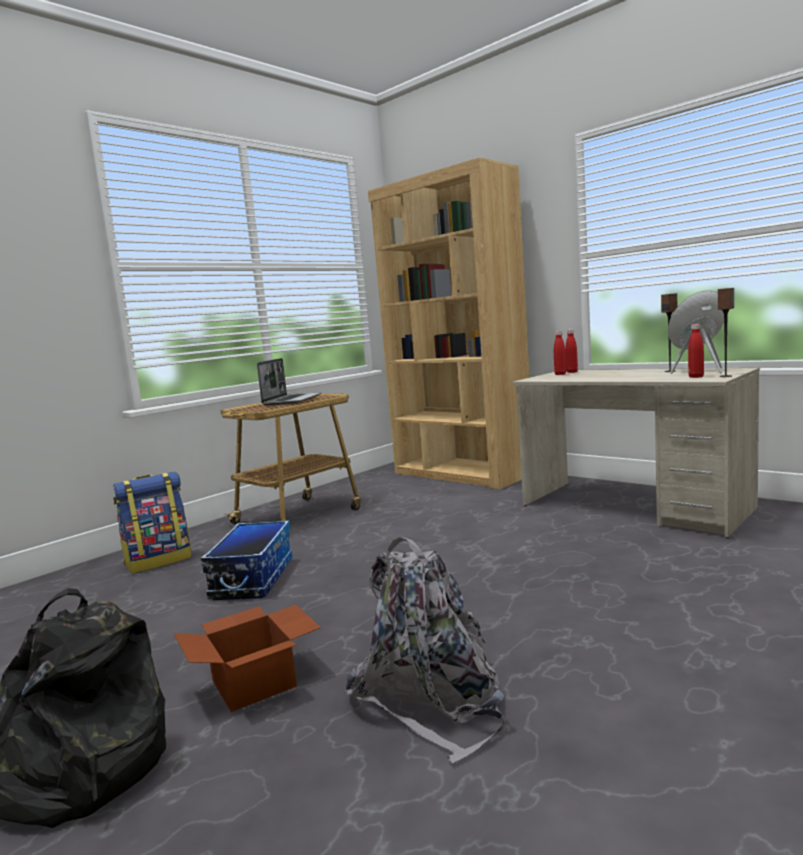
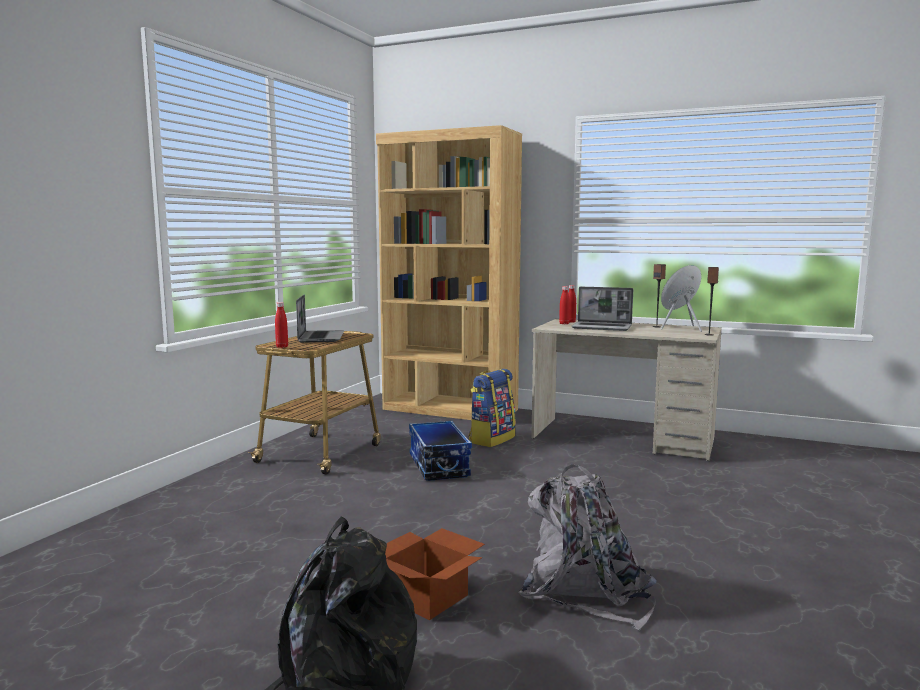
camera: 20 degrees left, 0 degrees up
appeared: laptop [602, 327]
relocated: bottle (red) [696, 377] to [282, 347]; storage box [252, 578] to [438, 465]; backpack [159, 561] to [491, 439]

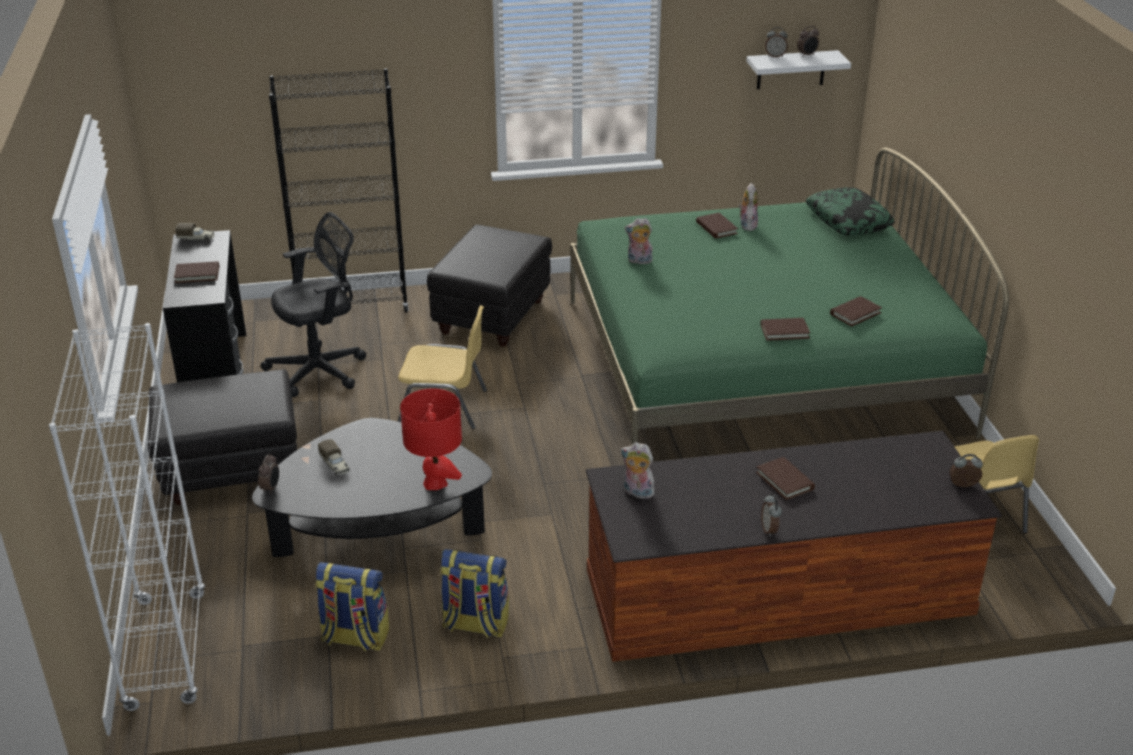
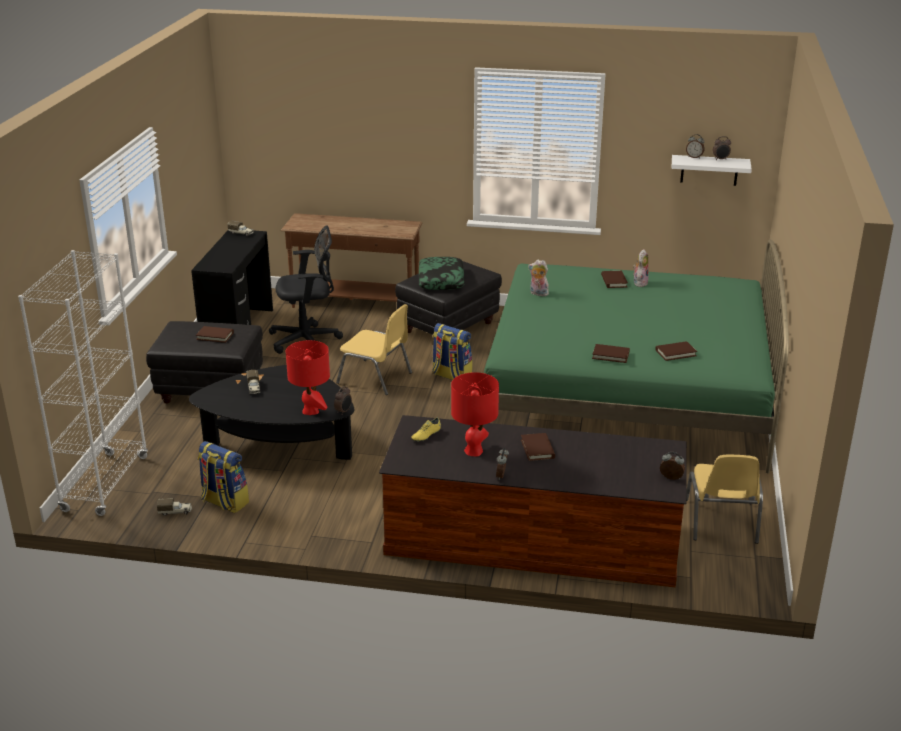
camera: 20 degrees right, 5 degrees down
appeared: toy truck [175, 512]; table lamp (red) [474, 451]
relocated: book (brown) [197, 274] to [215, 336]; alarm clock [271, 488] to [343, 411]; pillow [848, 220] to [441, 280]; backpack [475, 624] to [451, 376]
exchanged: bookcase (black) [353, 307] to console table (brown) [355, 305]; plush toy [637, 492] to shoe (yellow) [426, 435]

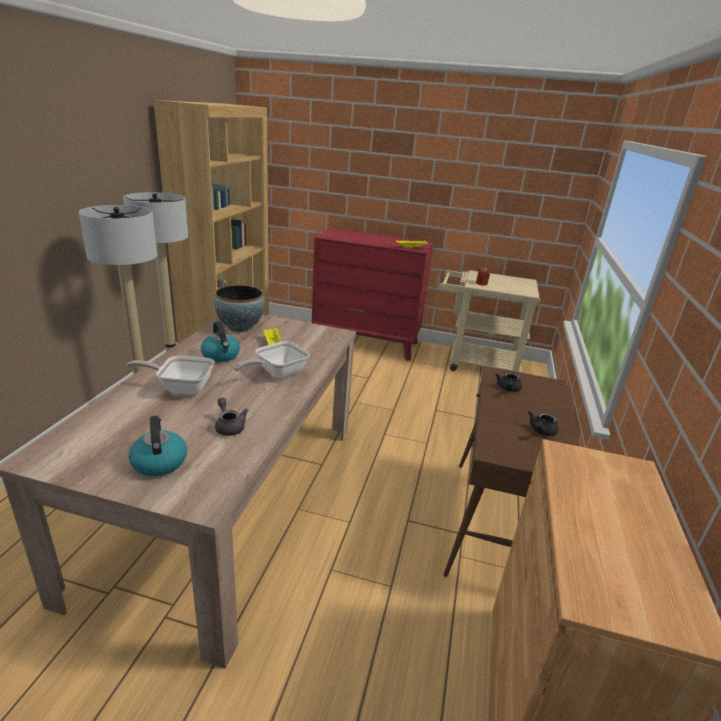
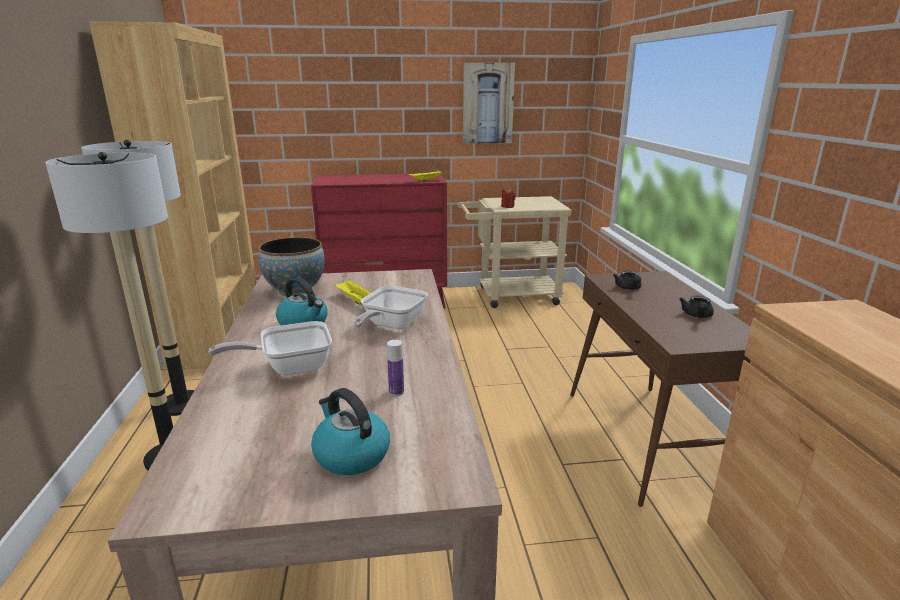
camera: 20 degrees left, 5 degrees down
appeared: picture [488, 103]
exchanged: teapot (grey) [229, 426] to bottle [396, 392]

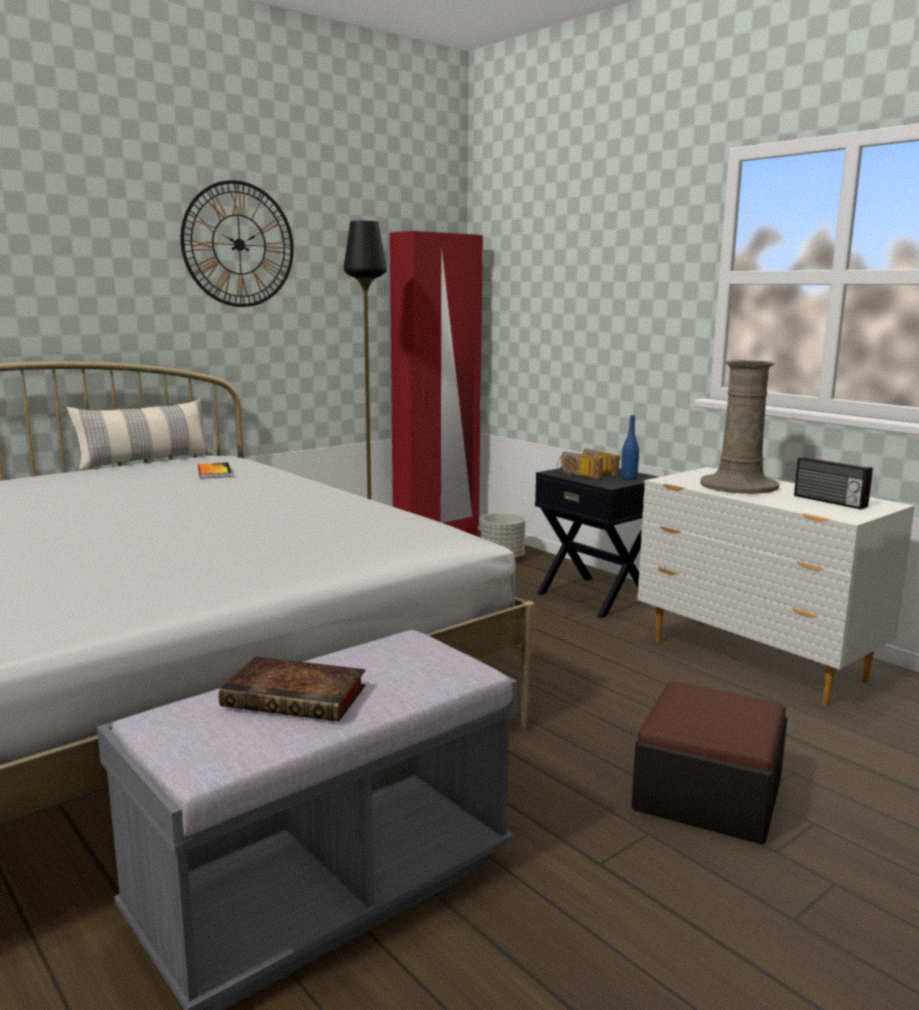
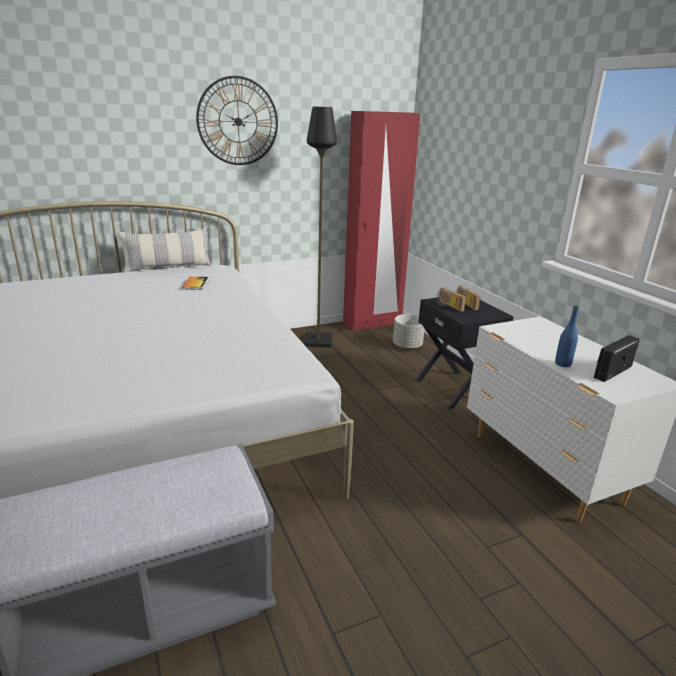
camera: 15 degrees right, 10 degrees up
missing: book [298, 697]; ottoman [708, 794]; vase (beige) [739, 486]
relocated: bottle (blue) [629, 478] to [562, 364]
spun: radio [829, 501] = [611, 371] 75 degrees clockwise

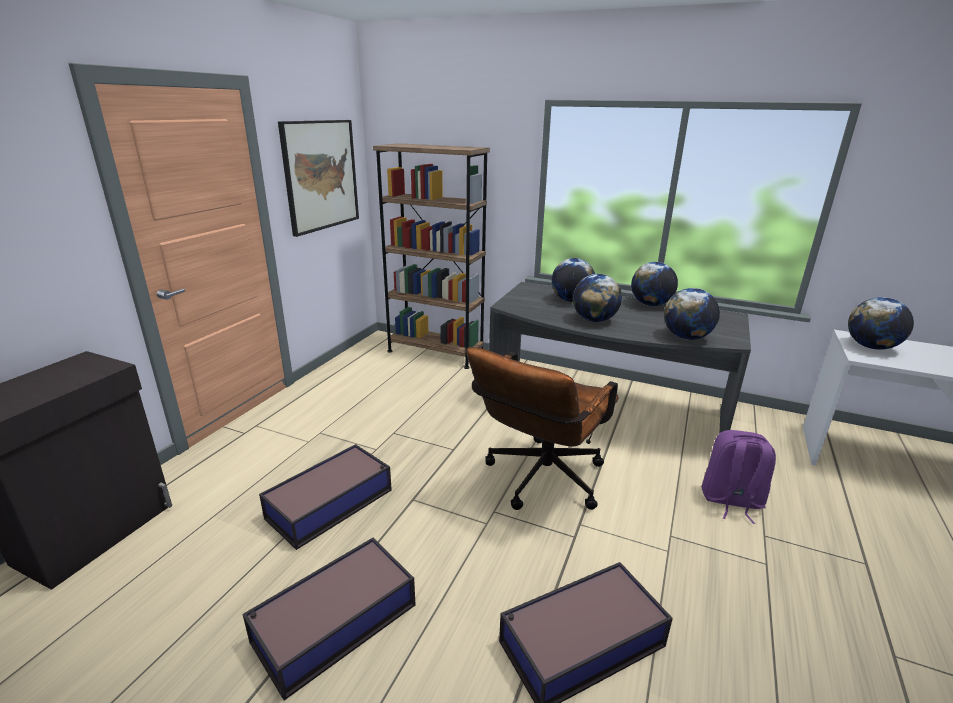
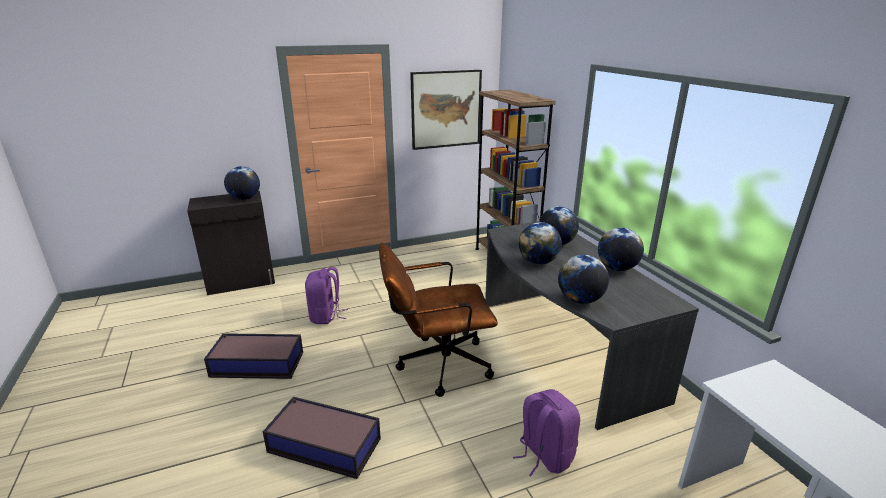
camera: 45 degrees right, 0 degrees up
relocated: globe [871, 347] to [244, 198]
exchanged: storage box [332, 503] to backpack (purple) [326, 316]

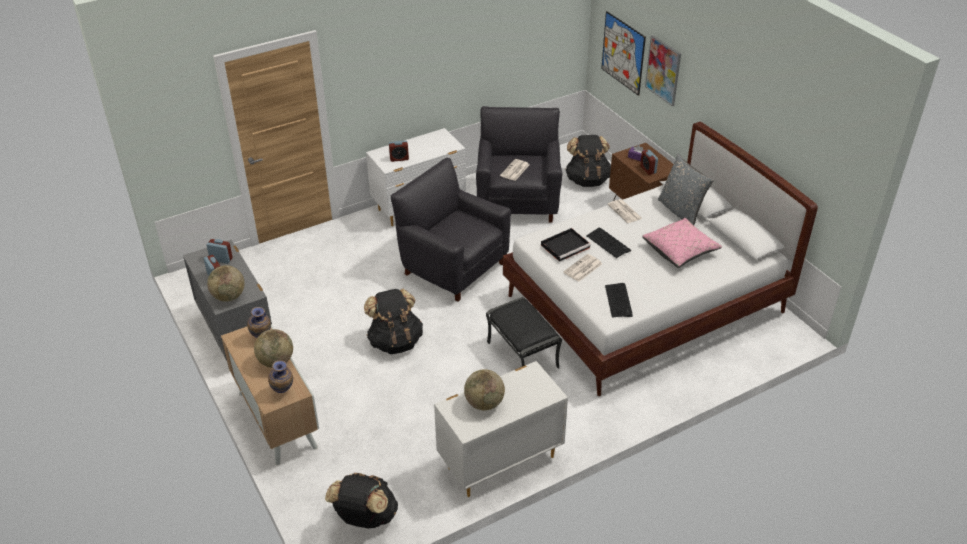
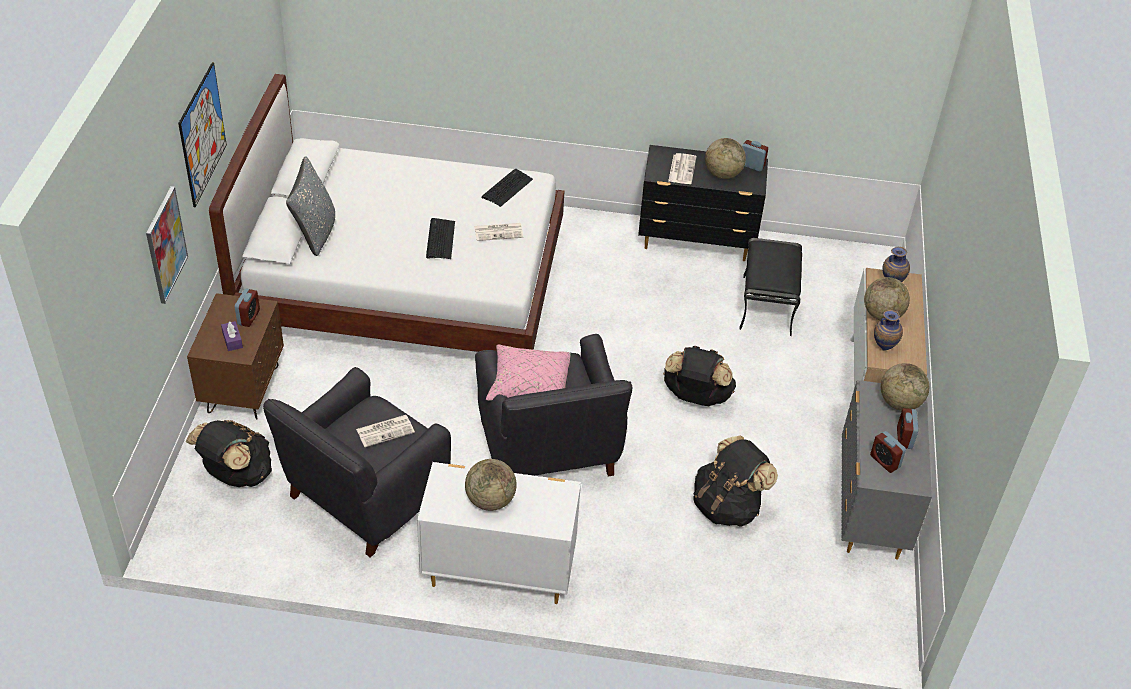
camera: 145 degrees left, 5 degrees up
missing: tray (black) [566, 246]
appeared: globe [490, 500]
relocated: picture [623, 53] to [202, 134]; pillow (pink) [680, 251] to [528, 387]; newspaper [625, 212] to [682, 169]; backpack (black) [365, 518] to [727, 506]; ottoman (black) [523, 355] to [766, 304]; alarm clock [399, 158] to [752, 165]
colour: dresser (white) [499, 462] to dresser (black) [697, 242]

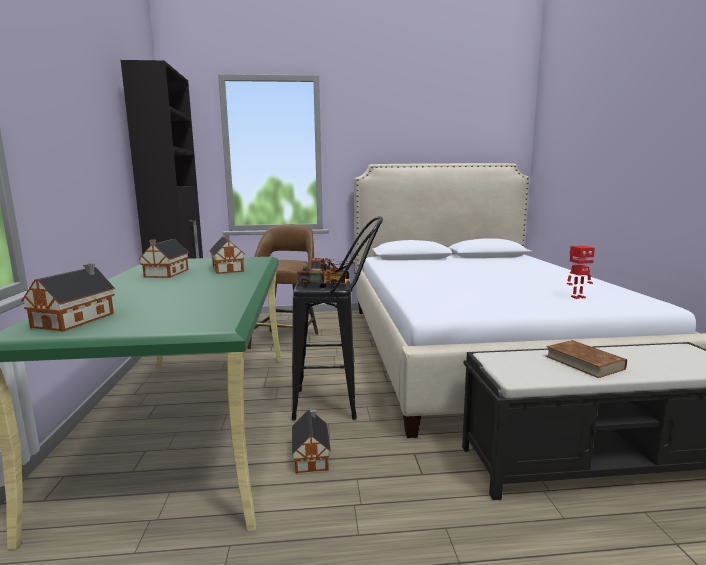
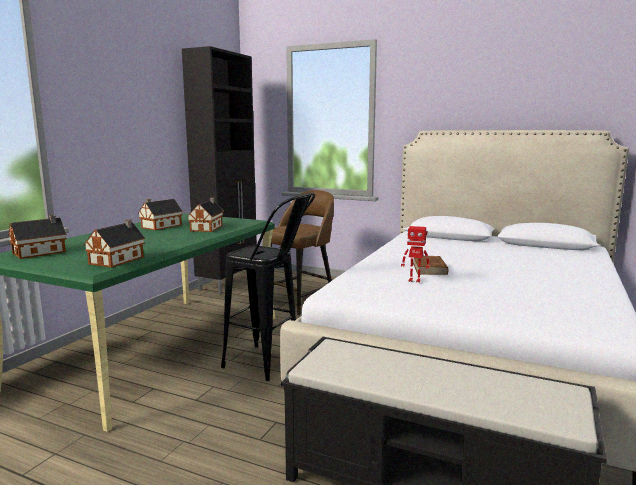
camera: 30 degrees right, 0 degrees up
missing: toy truck [327, 285]
relocated: toy house [311, 455] to [119, 260]; toy robot [577, 297] to [414, 280]; book (brown) [584, 362] to [429, 268]

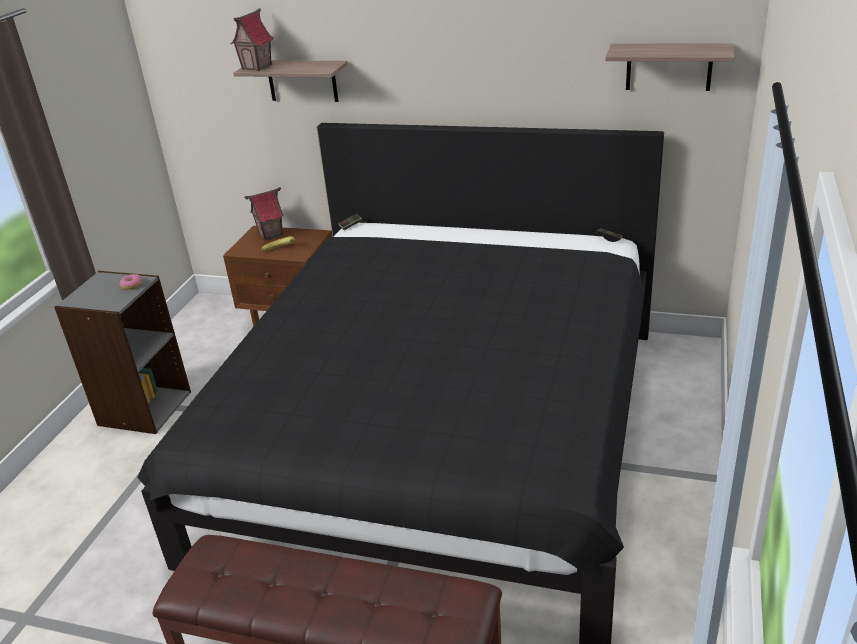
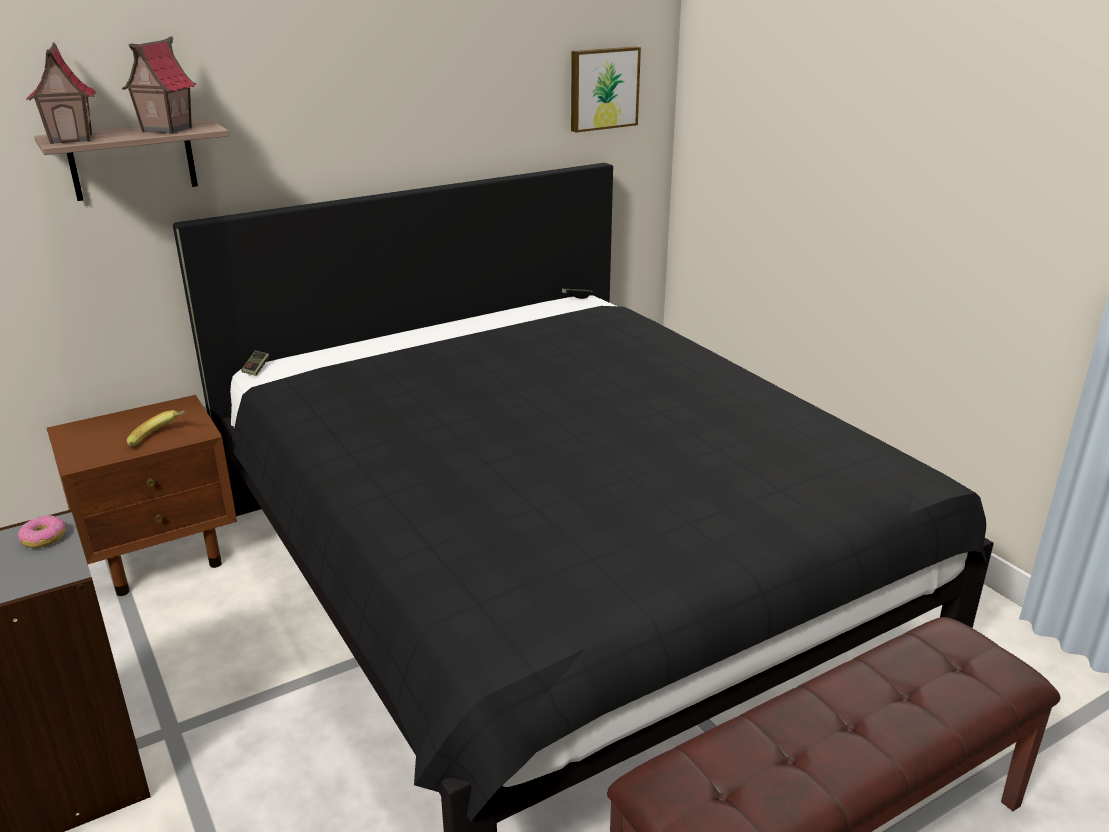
camera: 50 degrees left, 5 degrees down
relocated: toy house [270, 234] to [166, 129]
exchanged: shelf [669, 67] to picture [603, 88]

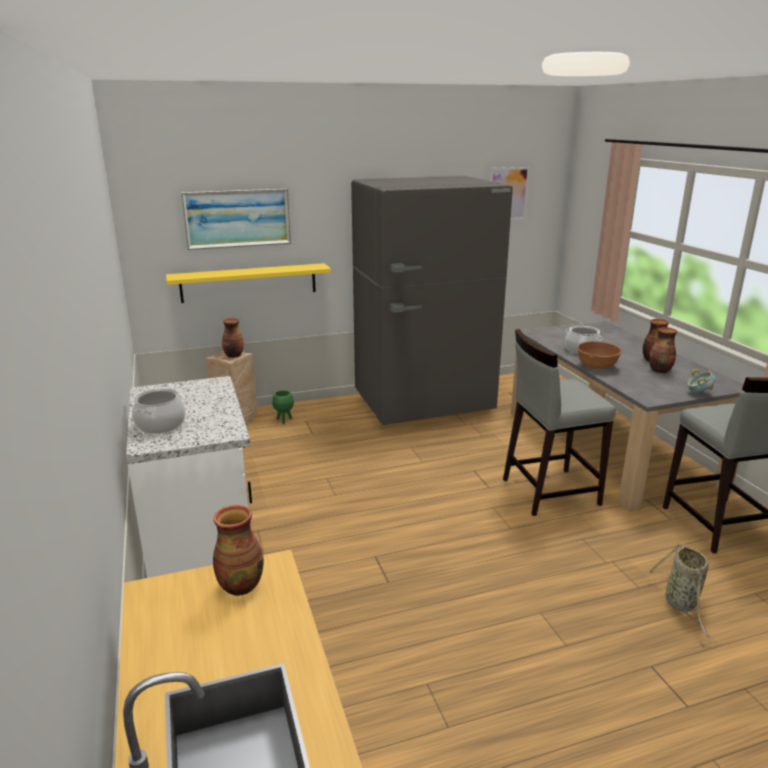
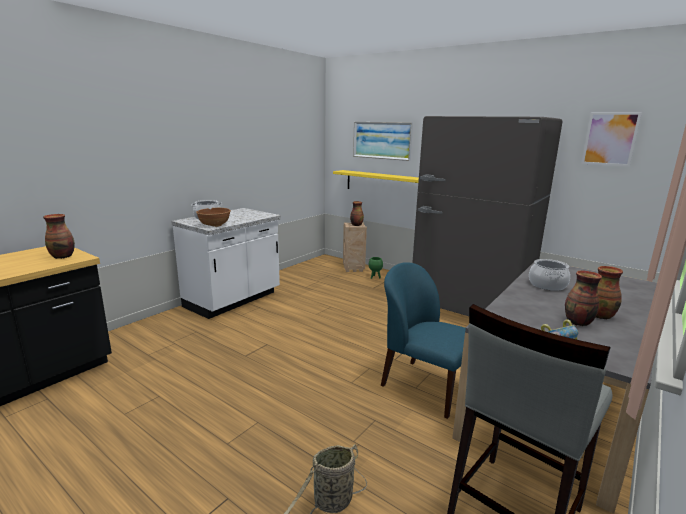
camera: 55 degrees right, 5 degrees down
relocated: bowl (brown) [597, 366] to [214, 225]
exchanged: stool (grey) [549, 491] to chair (blue) [426, 386]

